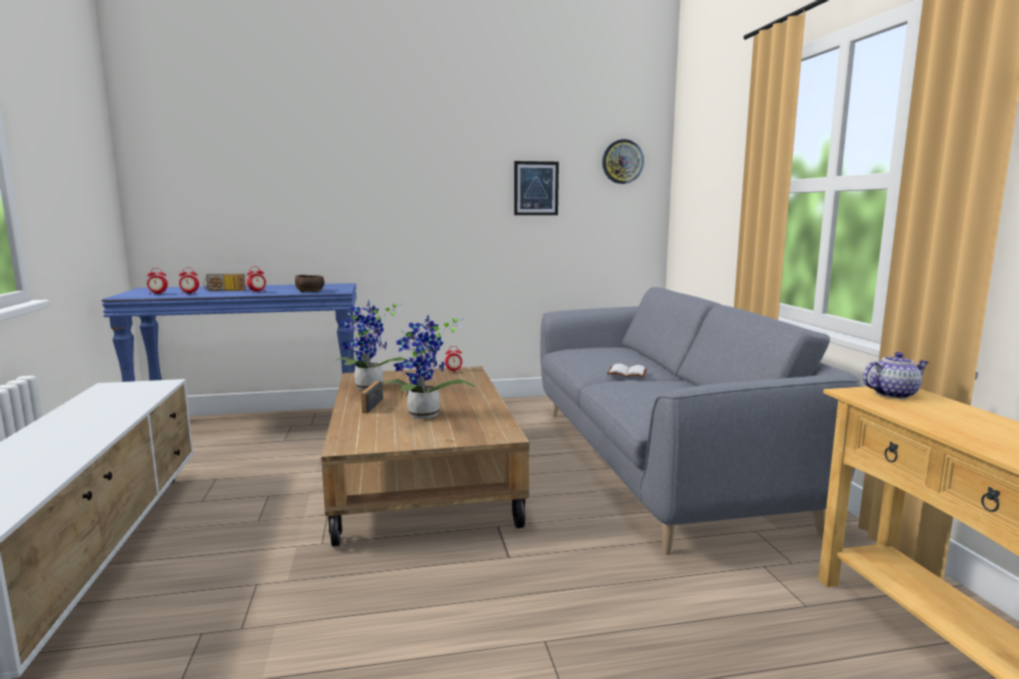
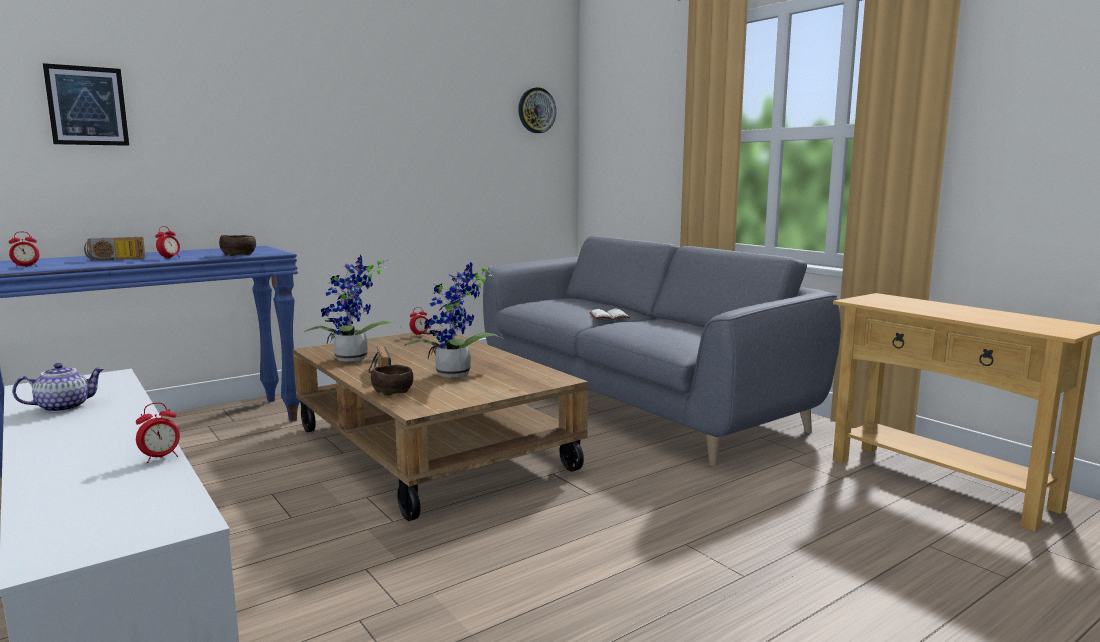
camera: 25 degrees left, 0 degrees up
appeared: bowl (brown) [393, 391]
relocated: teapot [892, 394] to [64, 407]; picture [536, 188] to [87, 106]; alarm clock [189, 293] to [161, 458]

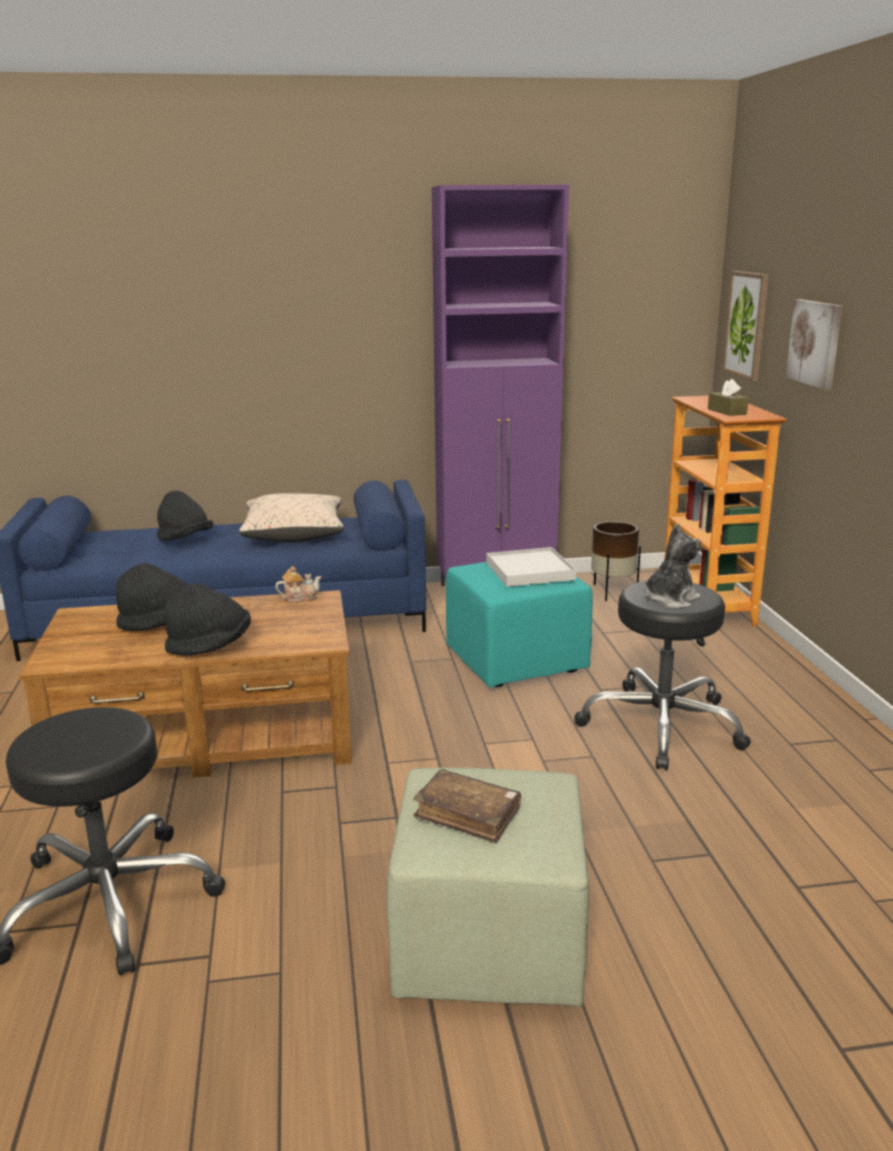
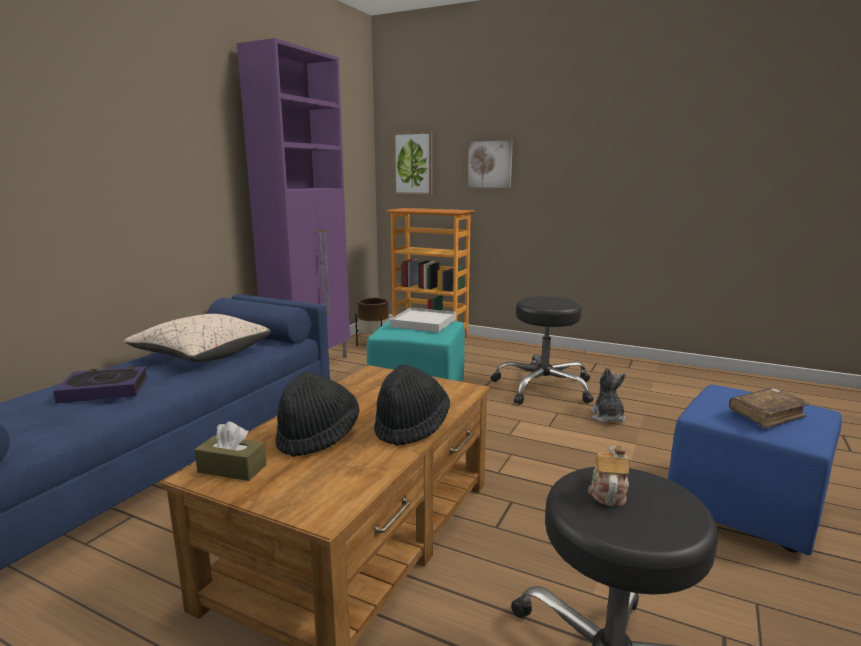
camera: 55 degrees left, 5 degrees down
relocated: tissue box (brown) [727, 411] to [232, 469]; teapot [299, 598] to [607, 492]; plush toy [669, 600] to [607, 417]
exchanged: hat (black) [185, 540] to book [105, 390]
colour: ottoman (green) [487, 942] to ottoman (blue) [742, 507]

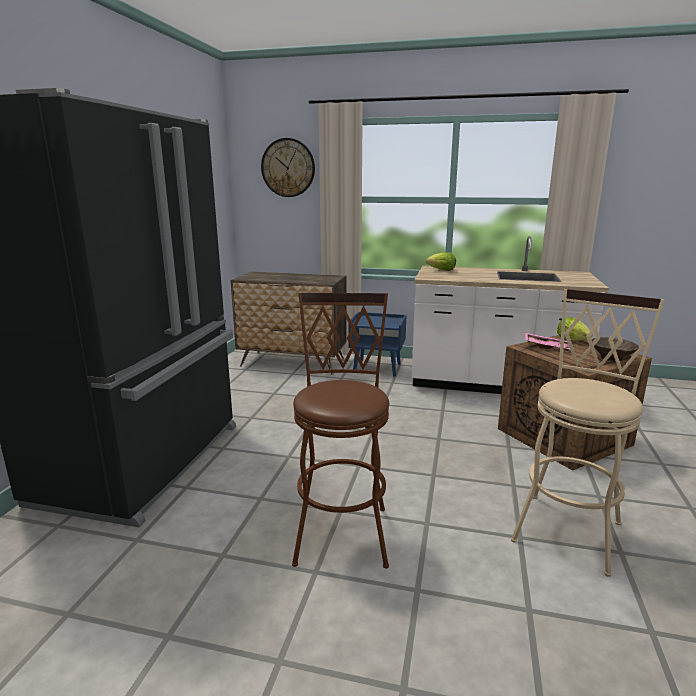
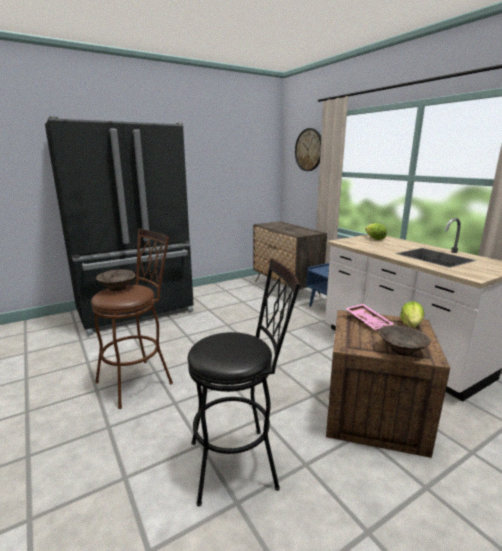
camera: 45 degrees right, 0 degrees up
appeared: bowl (brown) [117, 288]
colour: stool (beige) [569, 526] to stool (black) [241, 463]

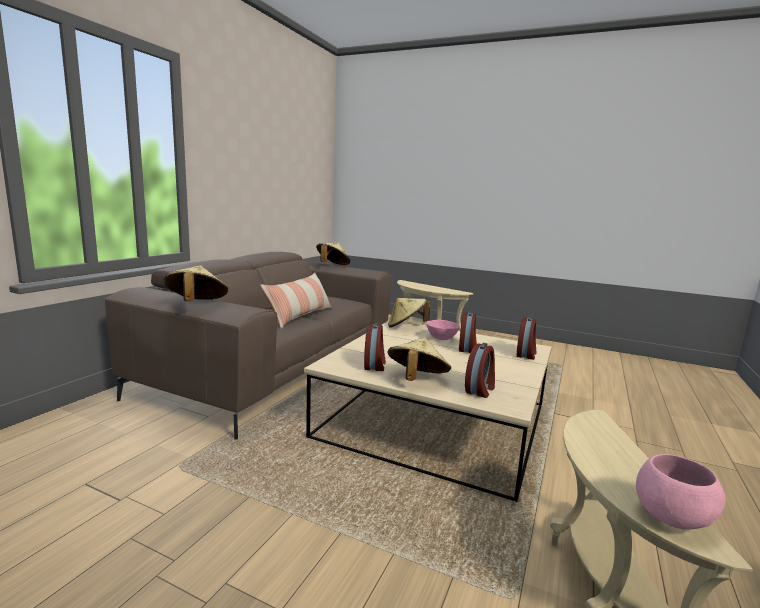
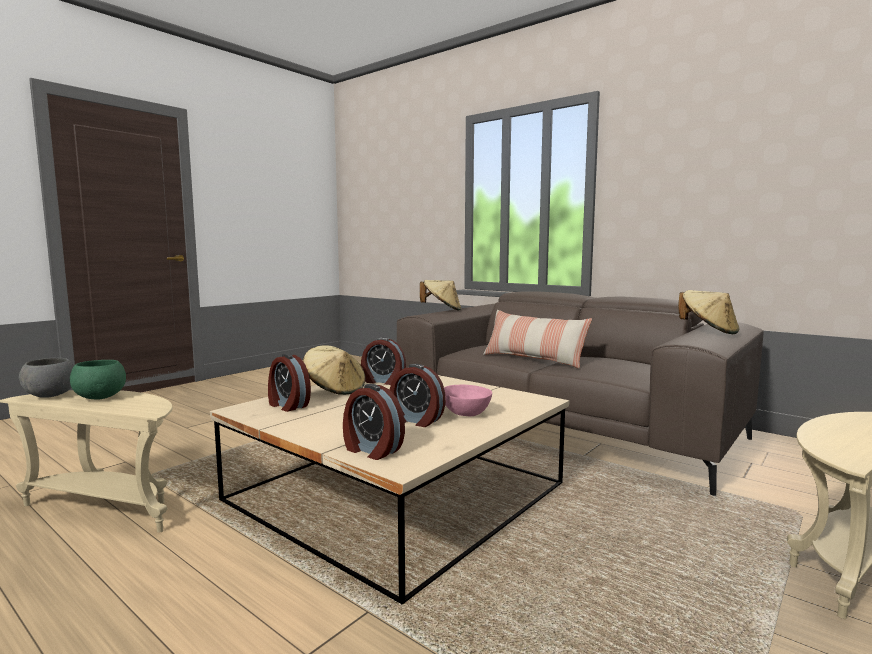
camera: 105 degrees right, 5 degrees down
missing: hat (beige) [406, 326]
appeared: bowl (green) [100, 398]
colour: bowl (pink) [672, 519] to bowl (grey) [50, 396]

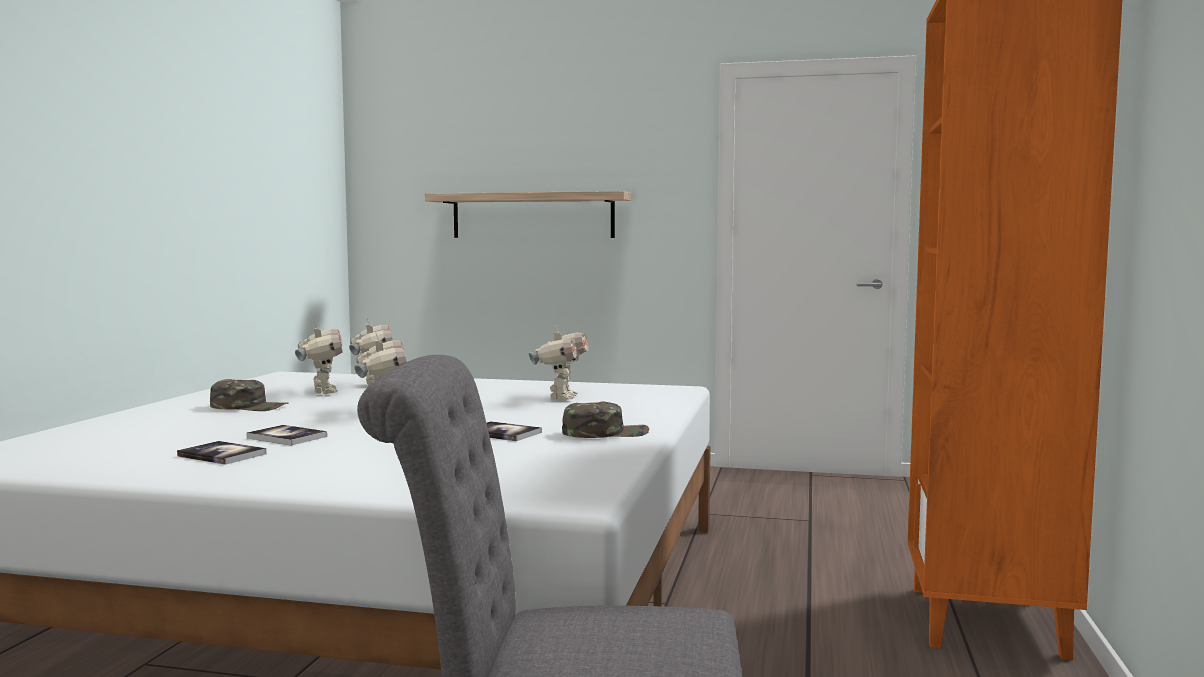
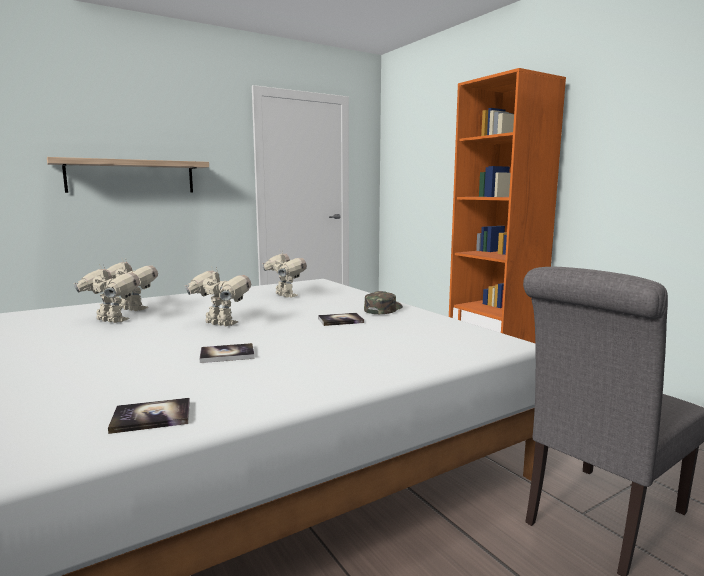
camera: 45 degrees left, 5 degrees up
missing: cap (green) [249, 407]
relocated: book [222, 455] to [151, 417]

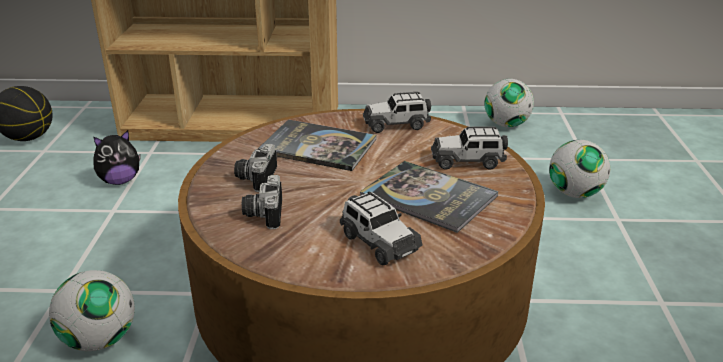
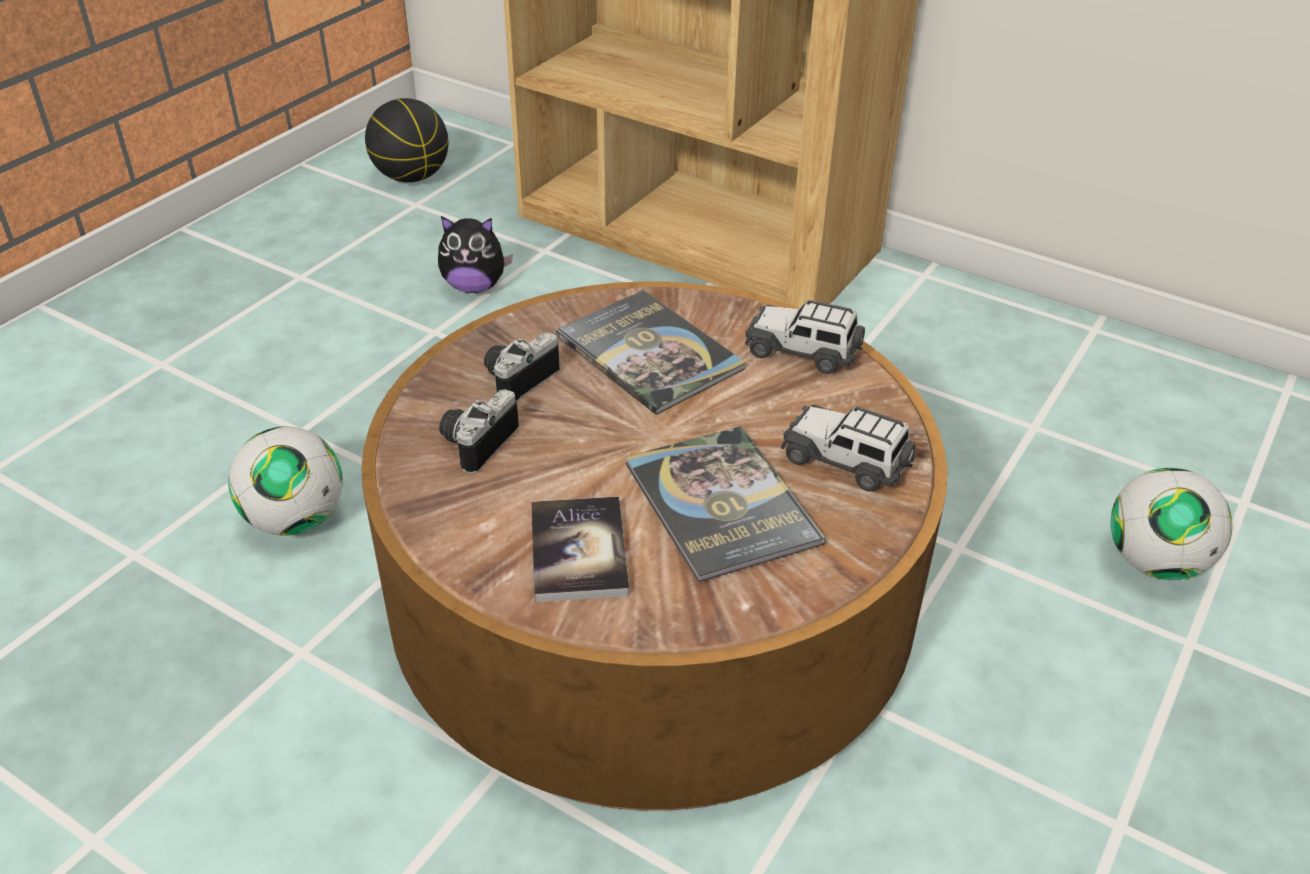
camera: 30 degrees right, 10 degrees up
missing: football [506, 124]
exchanged: toy car [378, 242] to book [578, 551]

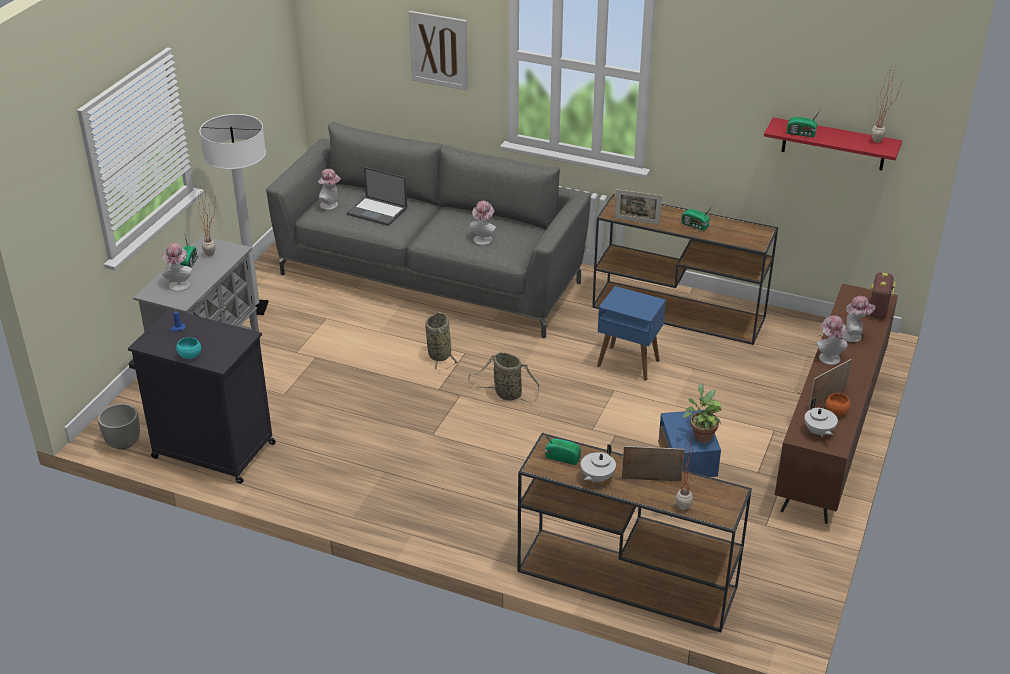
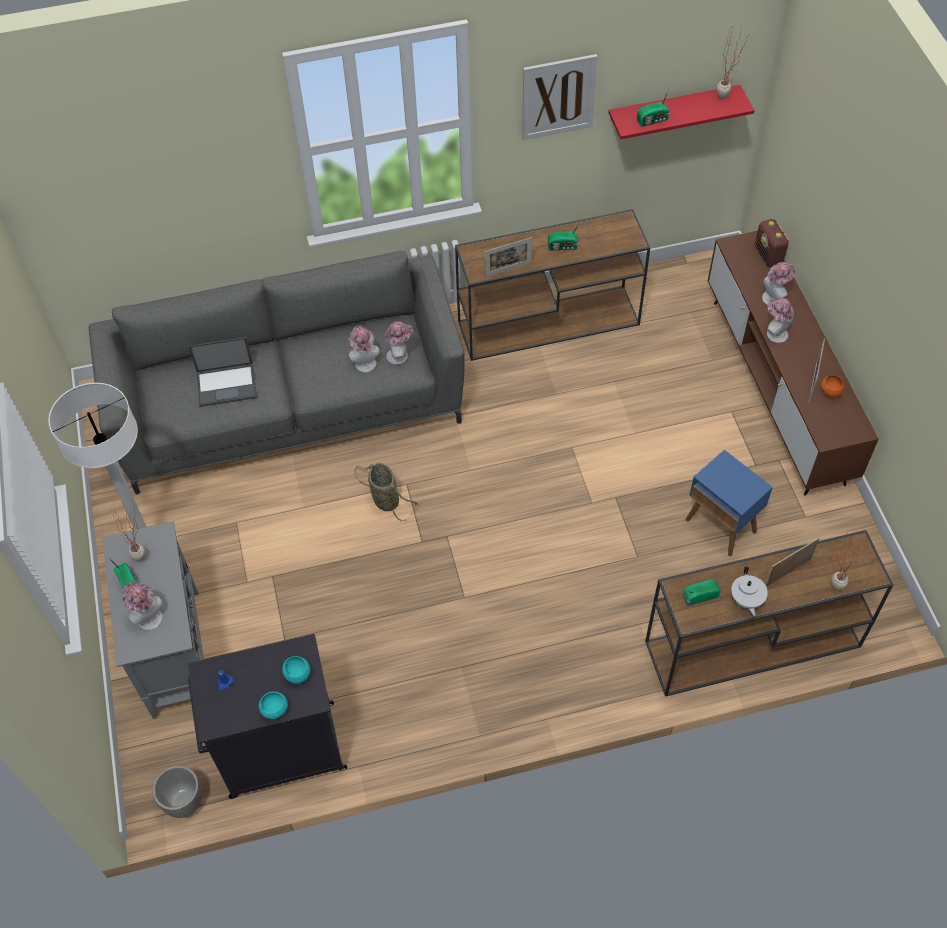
camera: 35 degrees left, 20 degrees up
missing: basket [506, 393]; side table (blue) [627, 363]; potted plant [701, 435]; teapot (white) [818, 432]
appeared: bowl (turquoise) [298, 674]
relocated: hat [331, 205] to [400, 355]; picture [439, 50] to [558, 97]

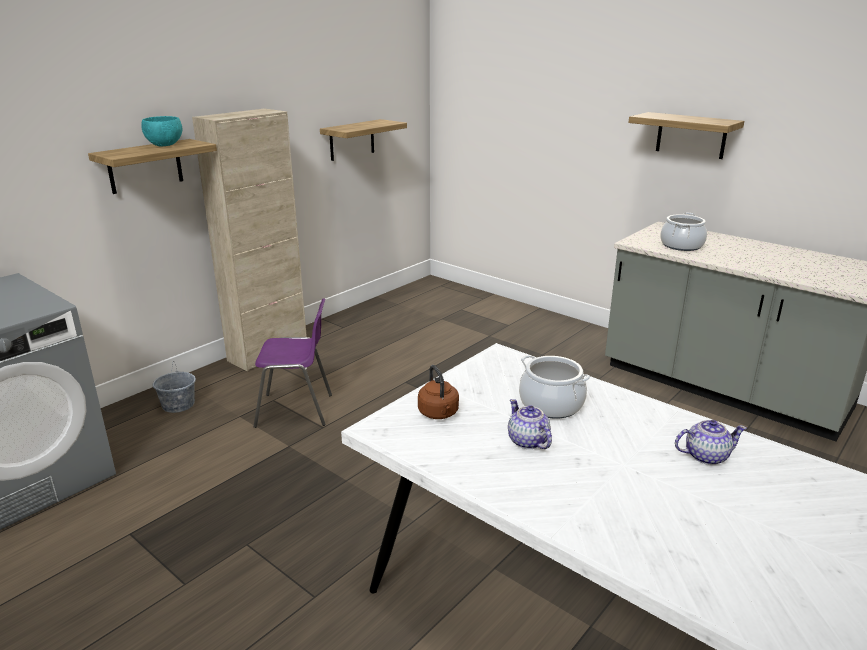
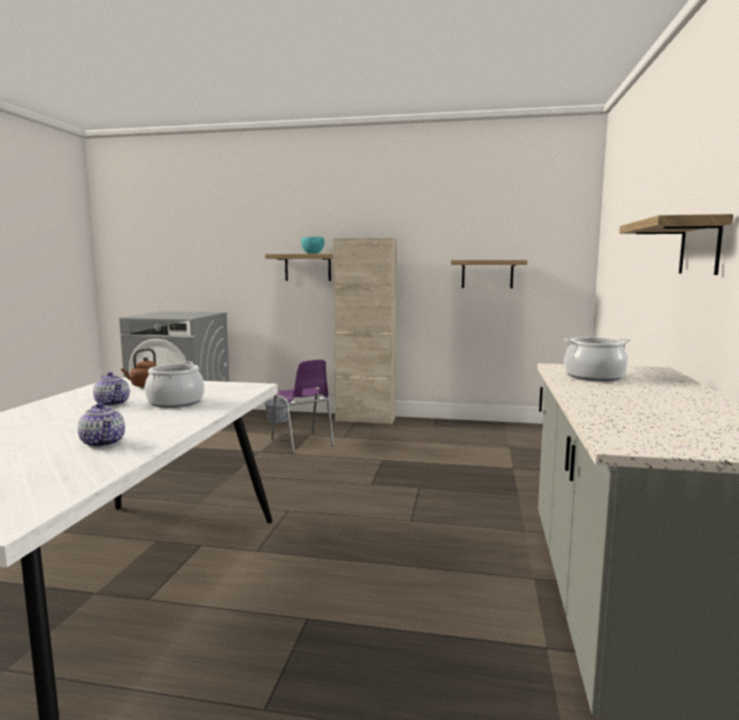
camera: 60 degrees right, 15 degrees down
spun: teapot [528, 441] = [112, 403] 105 degrees clockwise

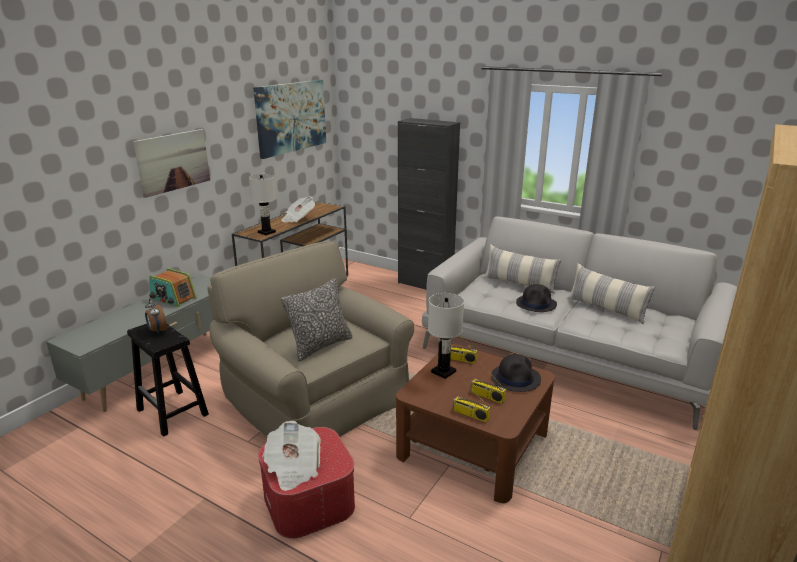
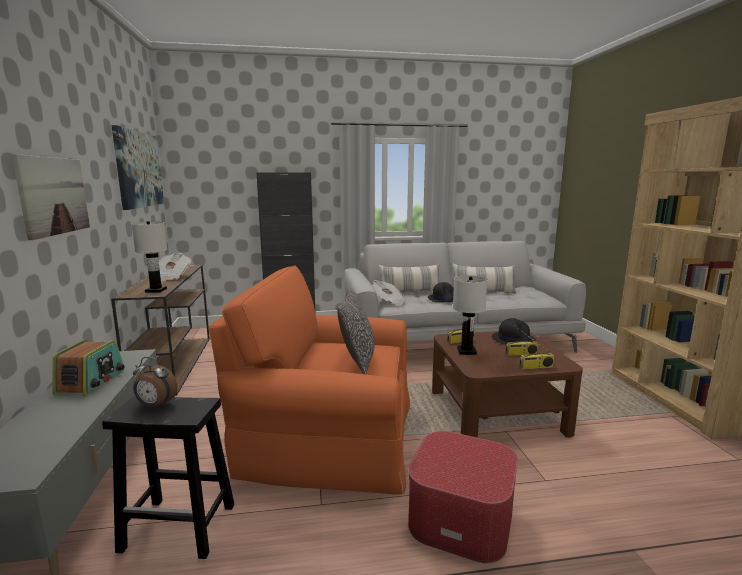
camera: 40 degrees left, 10 degrees down
relocated: newspaper [293, 468] to [389, 302]
colour: armchair (beige) [315, 397] to armchair (orange) [328, 435]
spun: radio [173, 298] = [92, 381] 75 degrees counterclockwise

